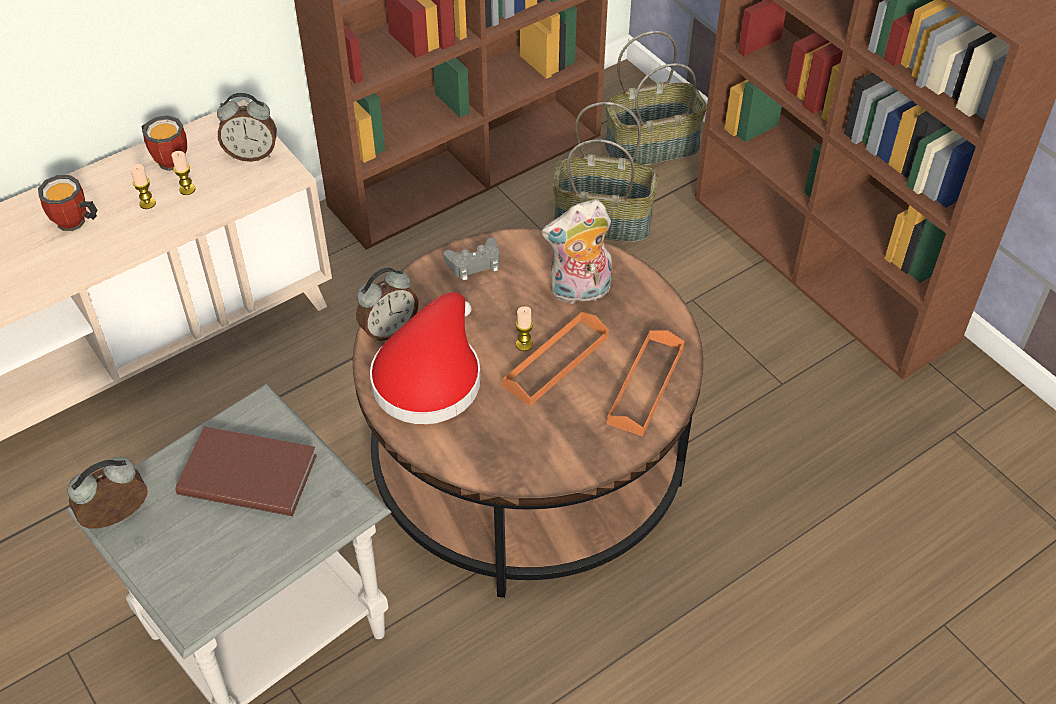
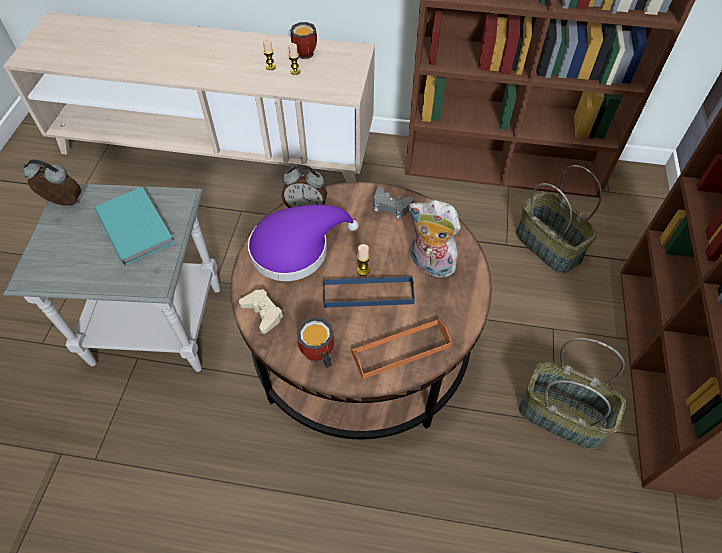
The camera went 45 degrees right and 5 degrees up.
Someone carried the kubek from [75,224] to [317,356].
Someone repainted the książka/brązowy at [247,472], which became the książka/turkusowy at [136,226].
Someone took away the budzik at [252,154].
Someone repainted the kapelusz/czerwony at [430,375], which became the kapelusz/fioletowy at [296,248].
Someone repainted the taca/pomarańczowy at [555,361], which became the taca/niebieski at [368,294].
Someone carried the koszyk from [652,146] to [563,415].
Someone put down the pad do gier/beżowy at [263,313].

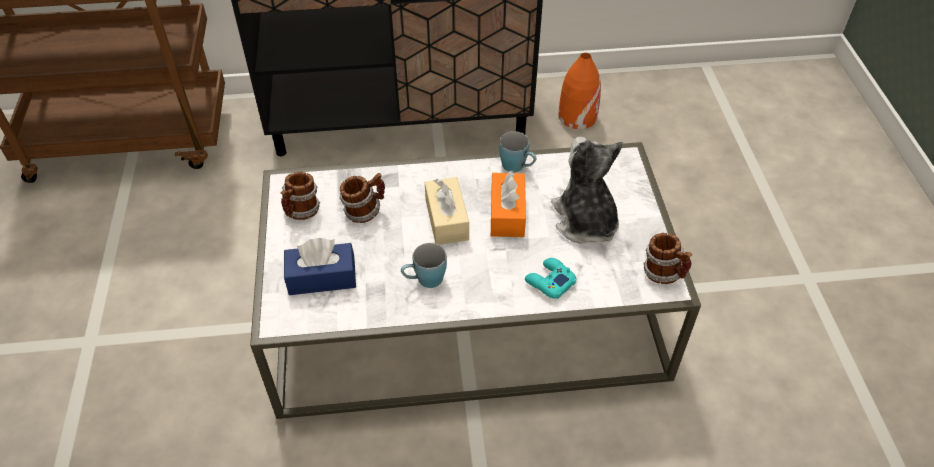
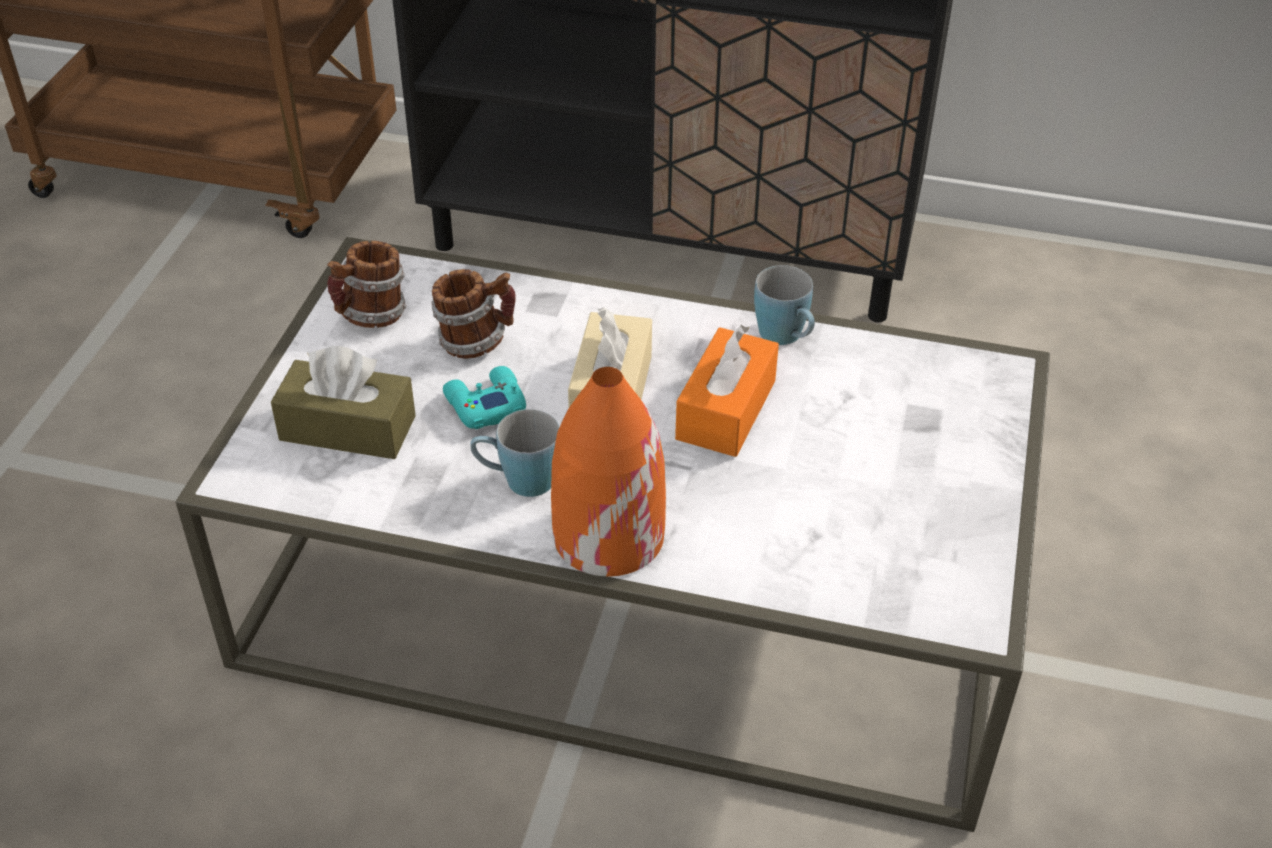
The camera went 20 degrees right and 5 degrees down.
Someone repainted the pudełko chusteczek/niebieski at [322,278], which became the pudełko chusteczek/brązowy at [347,428].
Someone carried the pad do gier/turkusowy from [549,282] to [485,404].
Someone took away the pluszak at [585,221].
Someone carried the wazon/pomarańczowy from [577,116] to [607,535].
Someone took away the kubek at [664,274].

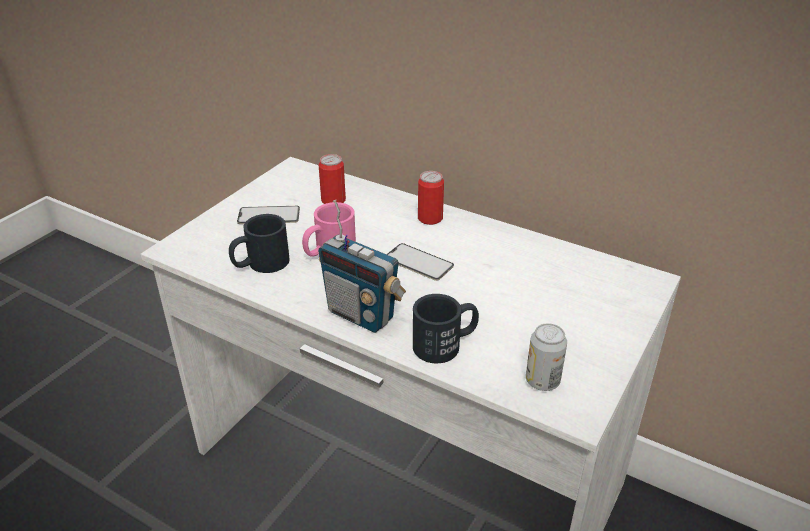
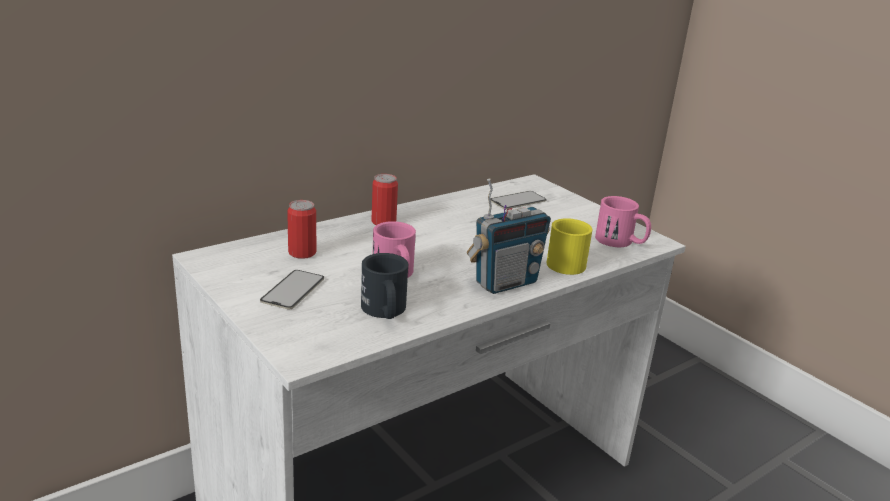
The camera went 70 degrees left and 10 degrees down.
Someone carried the telefon from [418,262] to [518,200].
Someone repainted the kubek/czarny at [445,344], which became the kubek/żółty at [564,261].
Someone swapped the puszka at [542,381] for the kubek/różowy at [621,242].

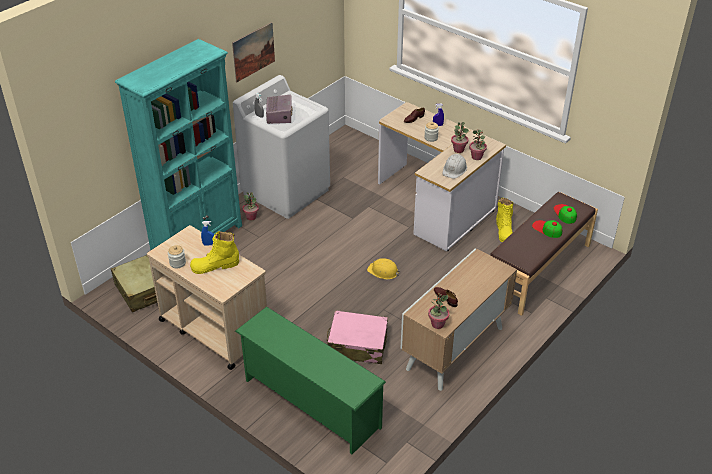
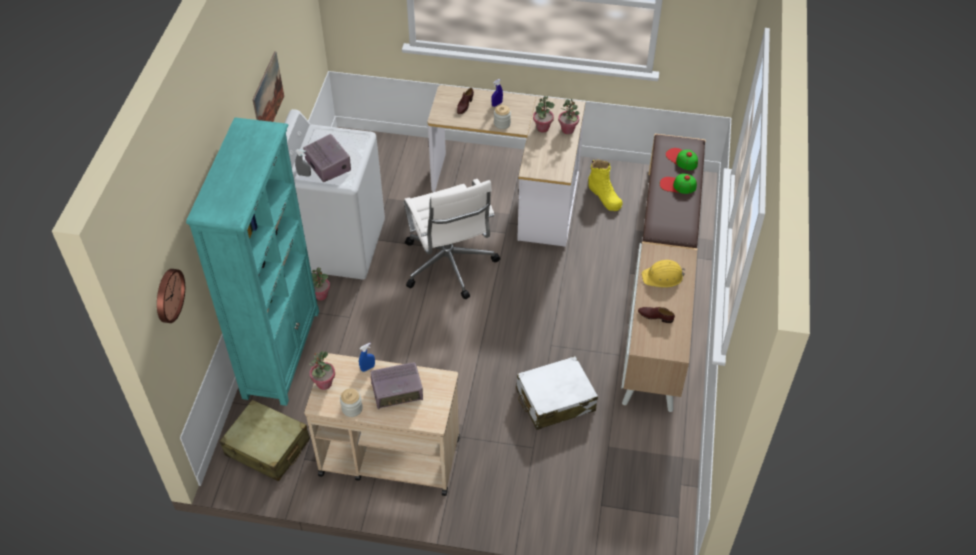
The camera went 30 degrees left and 10 degrees up.
Someone swapped the but z cholewką/żółty at [215,265] for the radio at [397,392].
Someone took away the regał na buty/zielony at [309,404].
Someone repainted the walizka/różowy at [357,345], which became the walizka/biały at [555,400].
Someone carried the kask/żółty from [383,271] to [663,277].
Someone carried the roślina doniczkowa from [437,324] to [324,383].
Someone took away the kask/biały at [454,169].
Someone put up the zegar ścienny at [168,295].
Someone put down the krzesło biurowe/biały at [449,266].

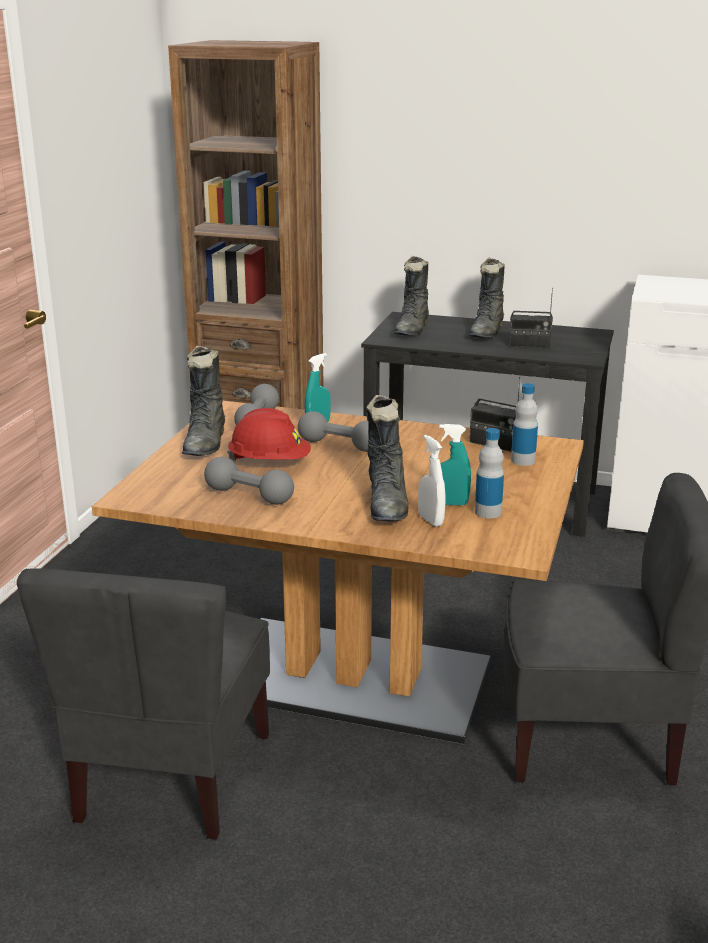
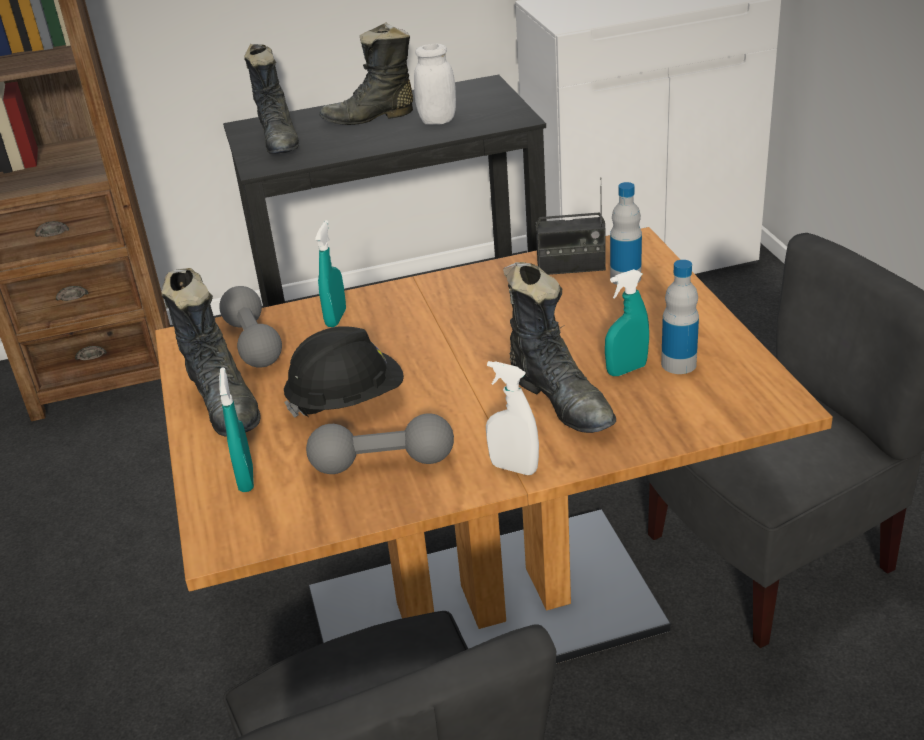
The camera went 30 degrees left and 10 degrees up.
Someone repainted the kask/czerwony at [270,462], which became the kask/czarny at [347,400].
Someone took away the hantel/szary at [339,445].
Someone carried the spryskiwacz/biały from [430,520] to [514,468].
Someone rotated the but z cholewką/czarny at [487,332] by 90 degrees clockwise.
Someone swapped the radio at [529,345] for the słoik/biały at [437,121].
Someone put down the spryskiwacz/turkusowy at [246,479].

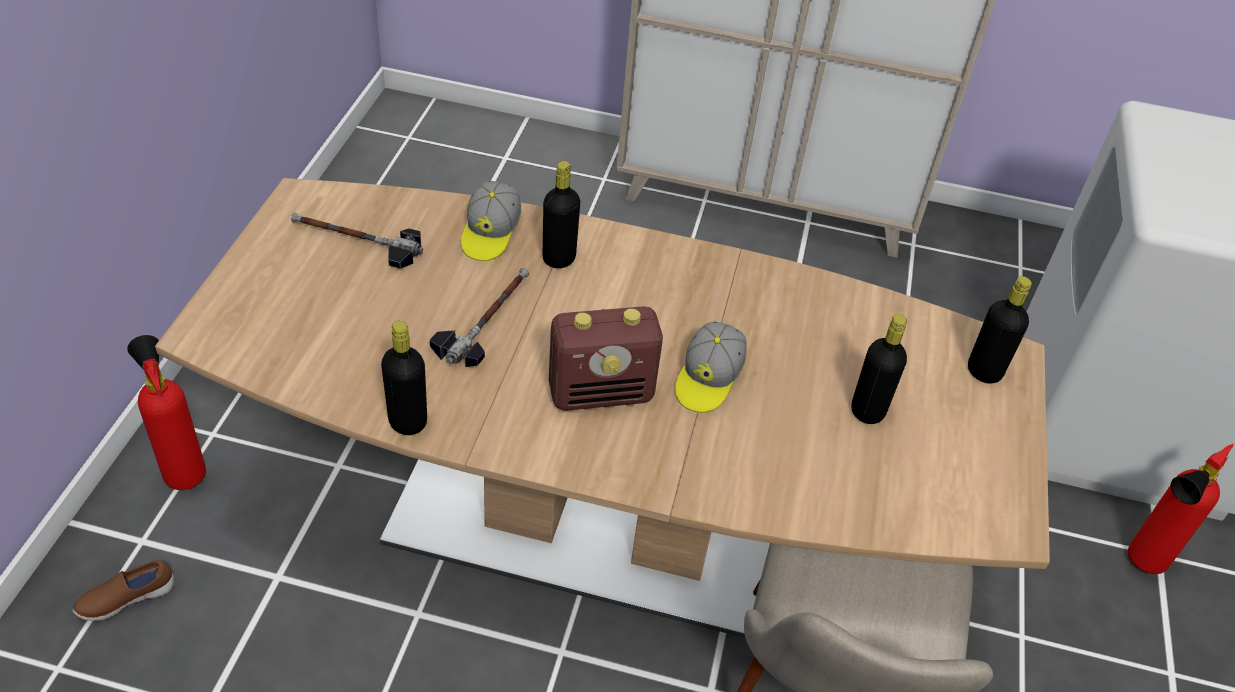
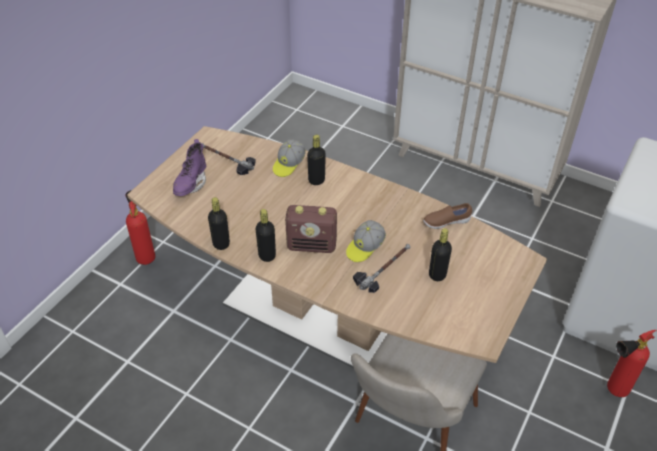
The camera went 20 degrees right and 0 degrees up.
Someone carried the but/brązowy from [126,599] to [446,222].
Someone carried the młotek from [487,319] to [384,268].
Someone carried the butelka/czarny from [984,371] to [267,255].
Someone put down the but z cholewką/fioletowy at [191,184].

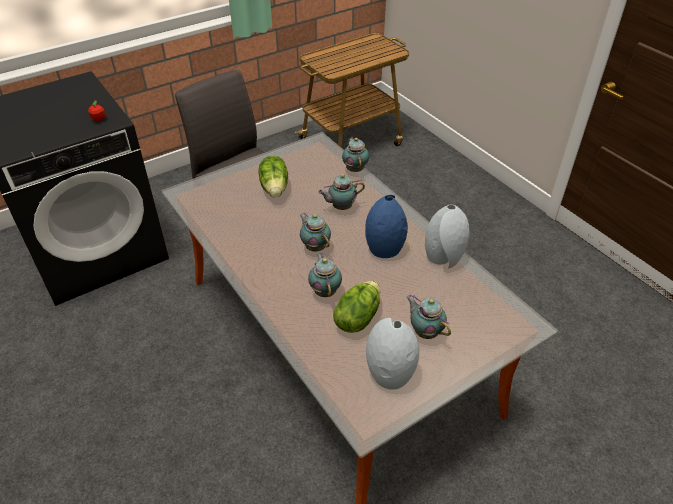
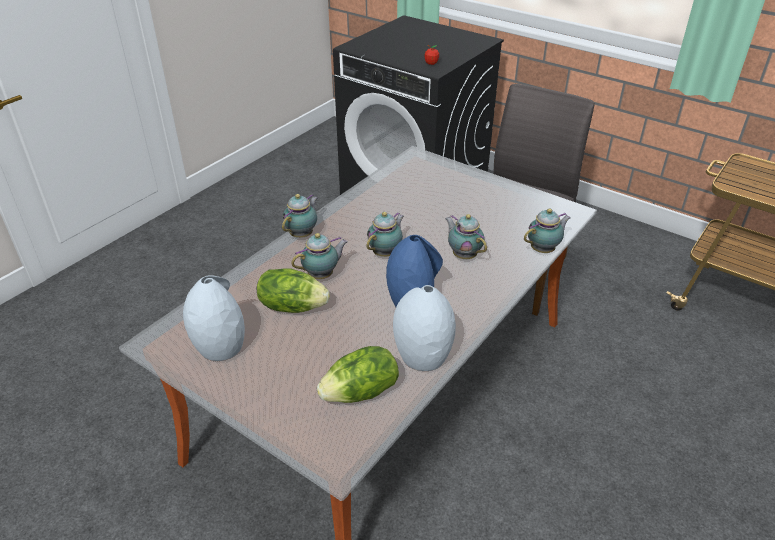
The camera went 70 degrees right and 5 degrees down.
Someone carried the sałata from [275,188] to [361,393].
Someone carried the imbryk from [425,331] to [302,234].

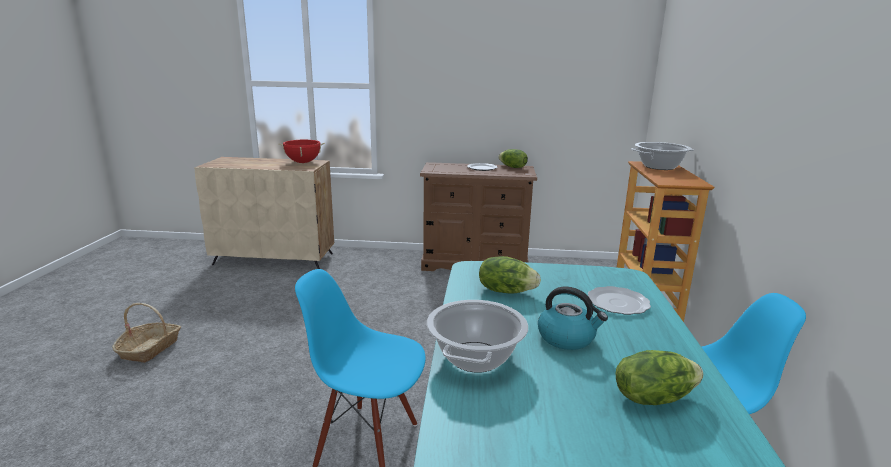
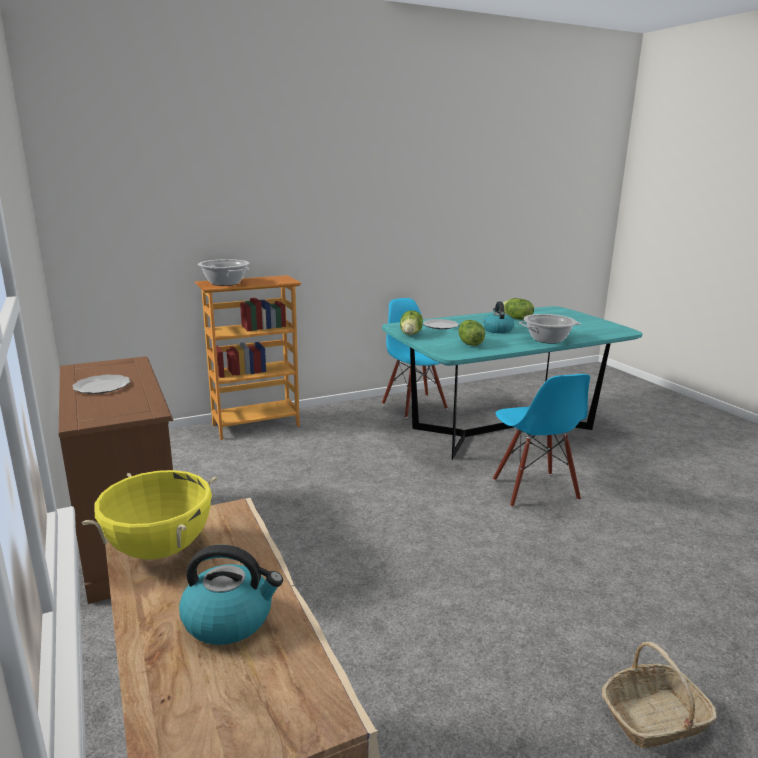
The camera went 120 degrees left and 0 degrees up.
Someone repainted the garnek/czerwony at [303,162], which became the garnek/żółty at [160,549].
Someone carried the sałata from [512,167] to [411,334].
Someone put down the czajnik at [230,619].

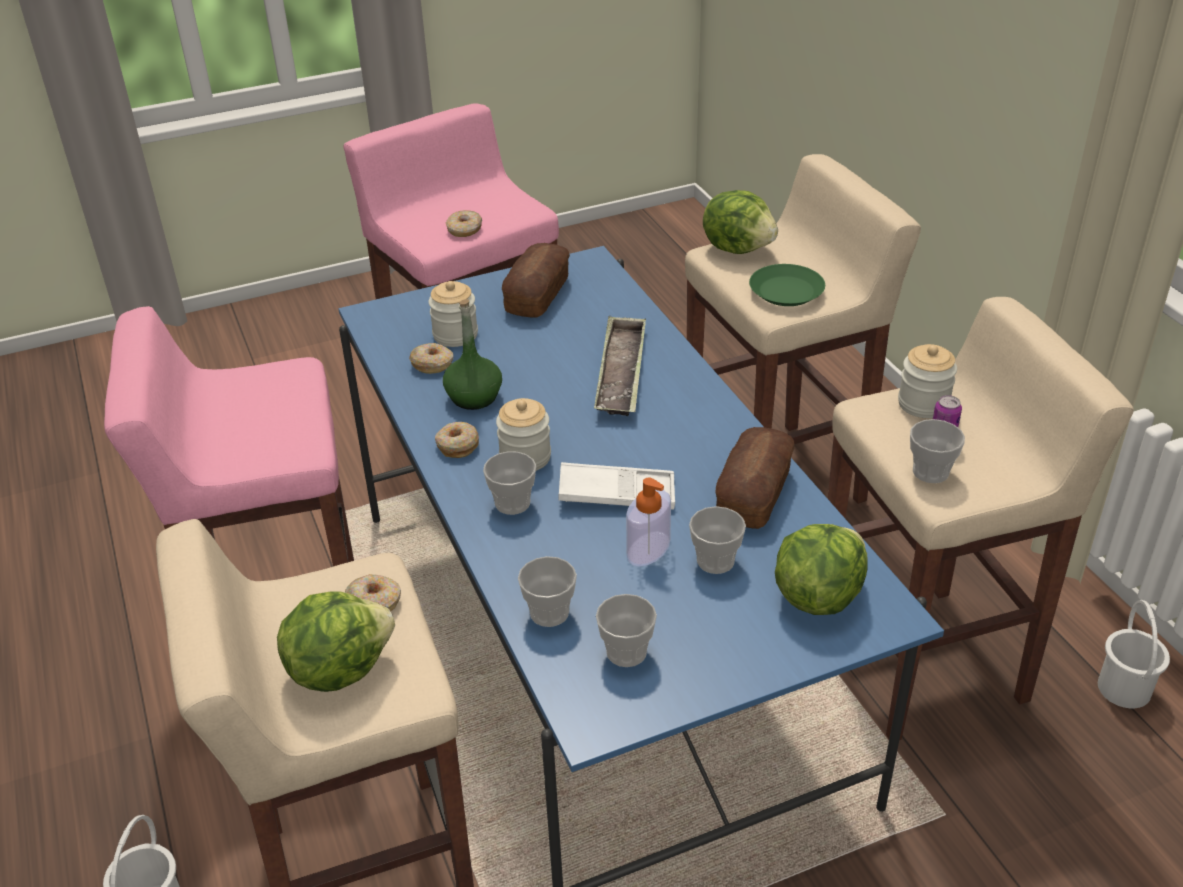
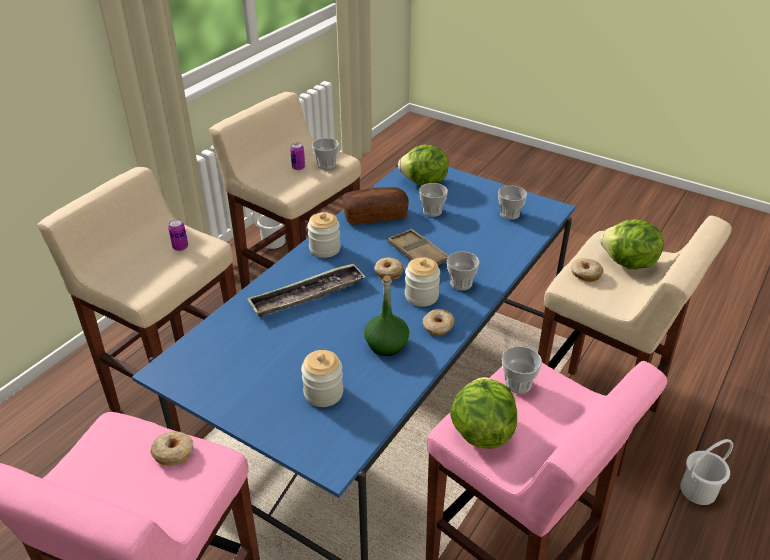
The camera went 125 degrees left and 0 degrees up.
Someone carried the donut from [432,364] to [388,273].
Someone took away the chleb at [537,295].
Someone carried the filiżanka from [549,613] to [518,384].
Someone repainted the taca/biały at [617,493], which became the taca/brązowy at [417,254].
Someone took away the dozownik mydła at [648,549].
Someone carried the sałata from [738,248] to [481,431].
Someone swapped the talerz/zielony at [787,291] for the puszka at [180,247].
Someone carried the słoik from [923,404] to [324,249].

